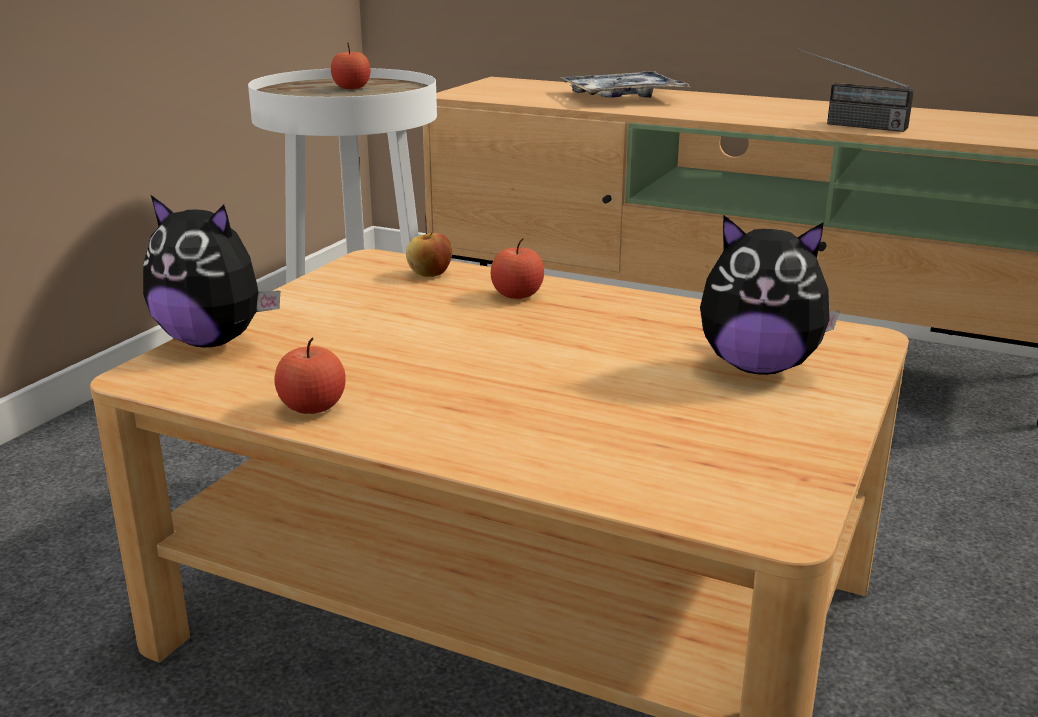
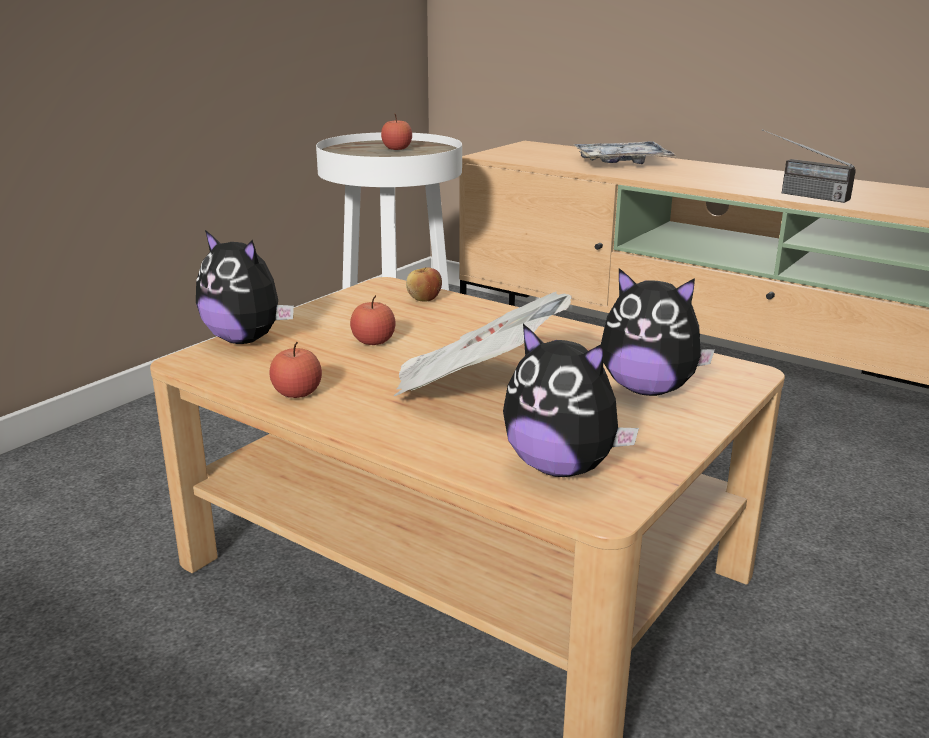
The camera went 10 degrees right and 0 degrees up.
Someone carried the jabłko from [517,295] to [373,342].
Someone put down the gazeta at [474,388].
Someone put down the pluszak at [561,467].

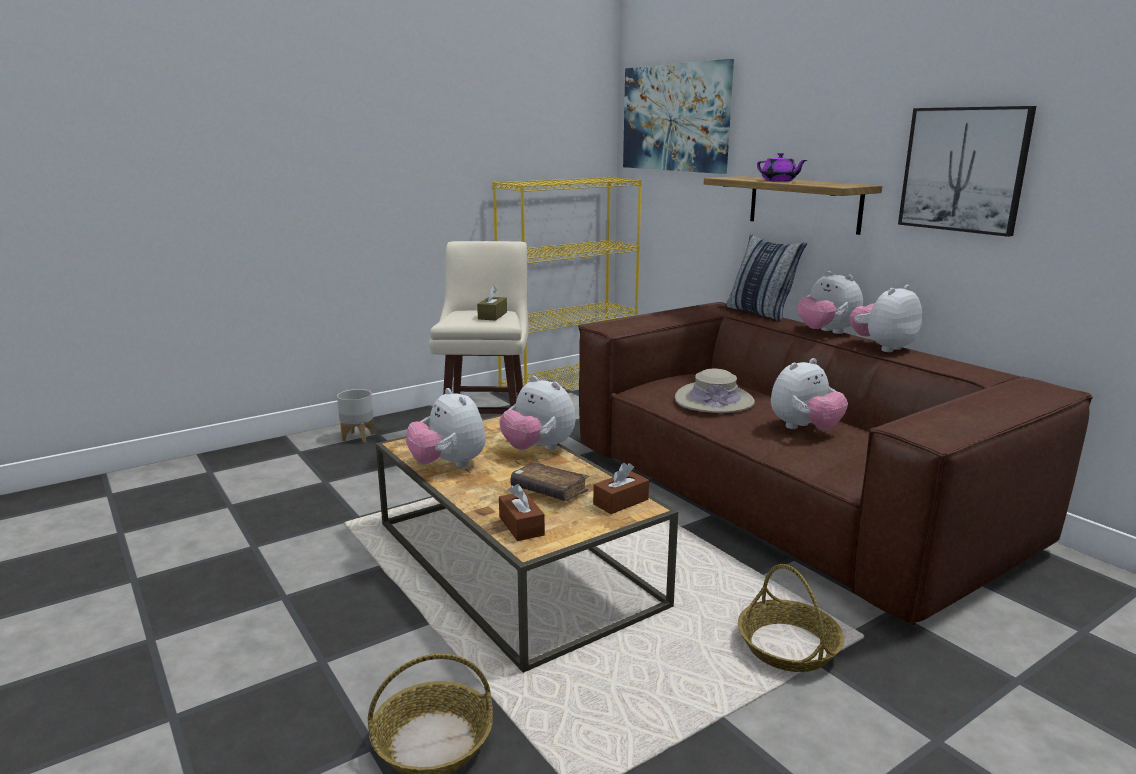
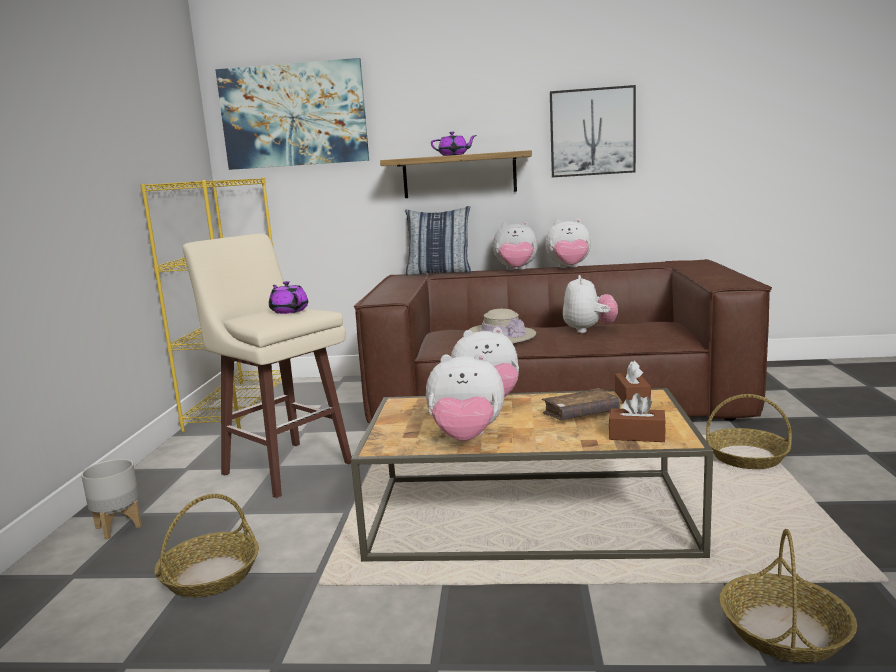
The camera went 50 degrees left and 5 degrees down.
Someone swapped the pudełko chusteczek/brązowy at [492,315] for the imbryk/fioletowy at [289,311].
Someone rotated the pluszak at [882,347] by 90 degrees counterclockwise.
Someone put down the koszyk at [211,575].

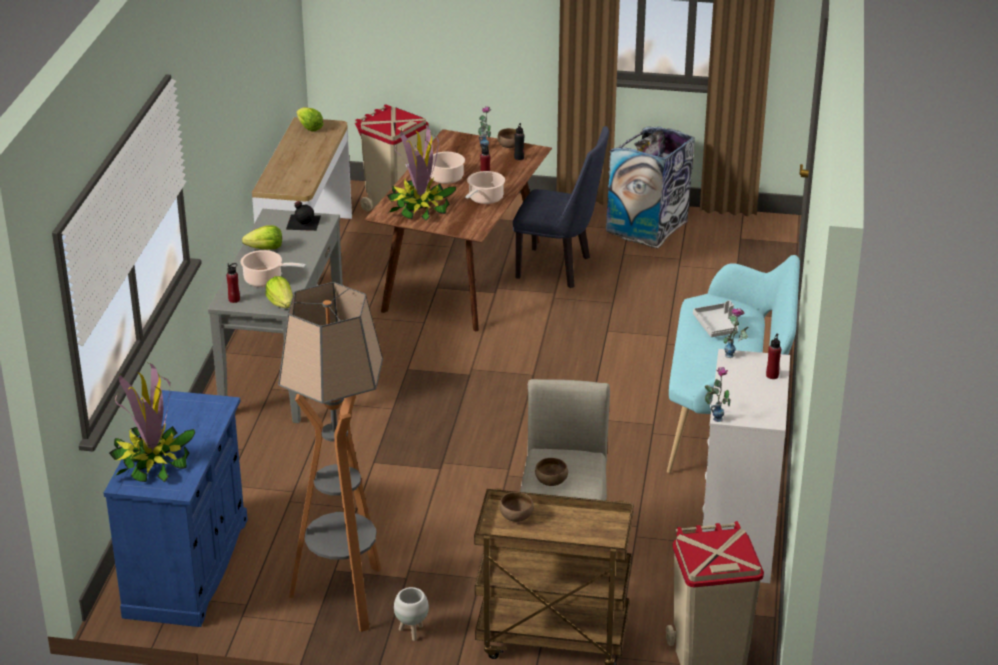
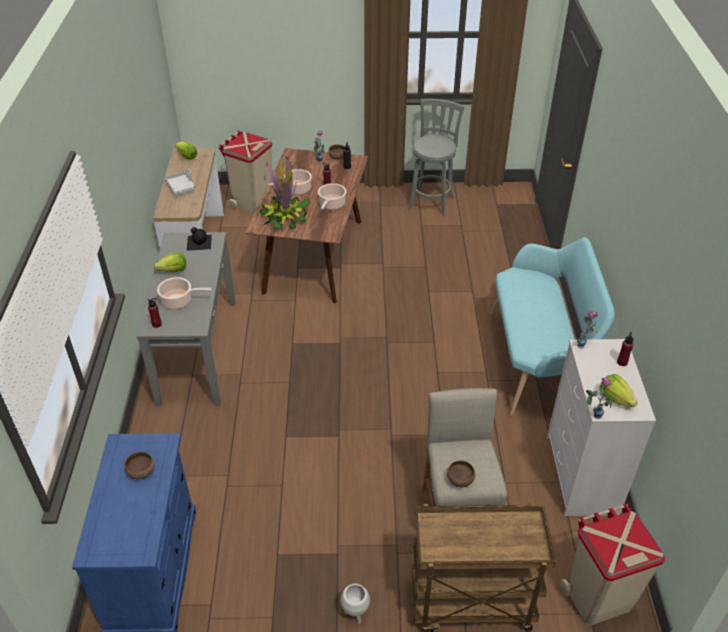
The camera went 10 degrees left and 10 degrees up.
Someone took away the roślina doniczkowa at [152,462].
Someone carried the sałata from [281,304] to [615,398].
Someone took away the lampa stojąca at [344,597].
Someone carried the miska/brązowy from [517,516] to [142,471].
Someone took away the krzesło/niebieski at [560,268].
Someone swapped the kosz na śmieci at [647,227] for the stołek/szary at [431,201].
Someone carried the taca/szary from [717,326] to [182,187].

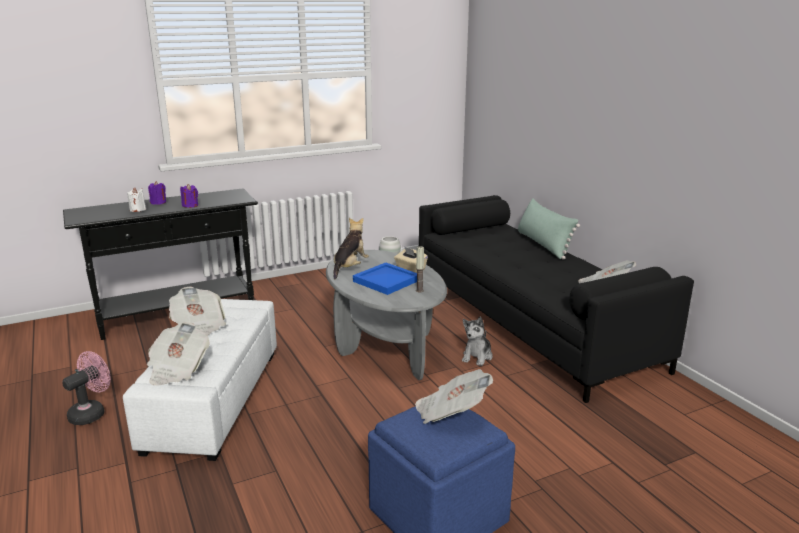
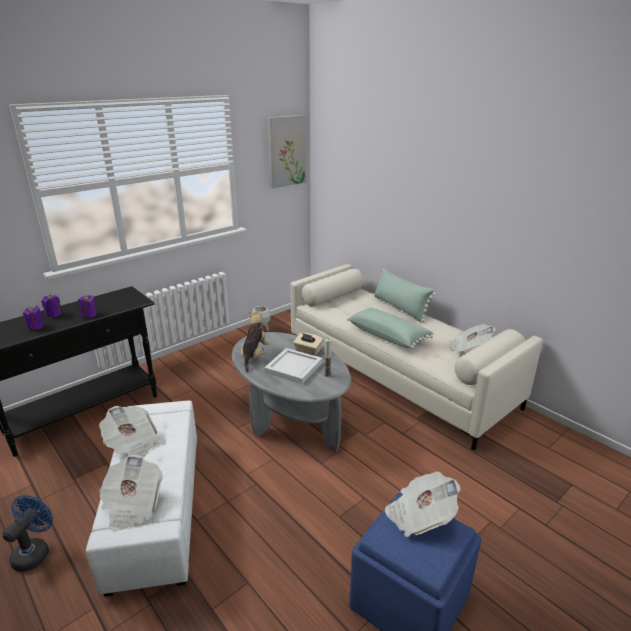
The camera went 15 degrees left and 5 degrees up.
Someone repainted the wentylator/różowy at [91,413], which became the wentylator/niebieski at [35,552].
Someone repainted the świeca/biały at [138,210], which became the świeca/fioletowy at [36,327].
Someone repainted the taca/niebieski at [387,281], which became the taca/biały at [294,367].
Someone repainted the kanapa/czarny at [530,321], which became the kanapa/beżowy at [397,373].
Someone took away the pluszak at [477,356].
Someone put up the obraz at [286,151].
Someone put down the poduszka/zielony at [388,336].

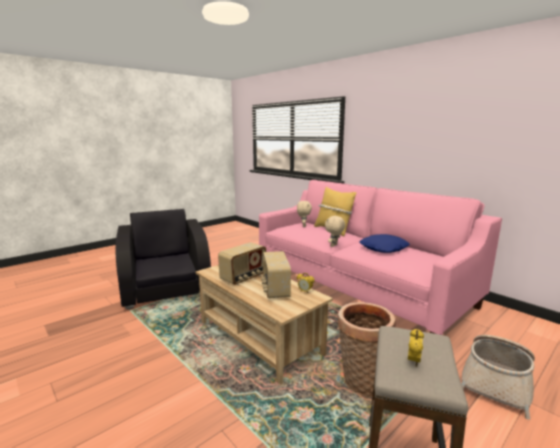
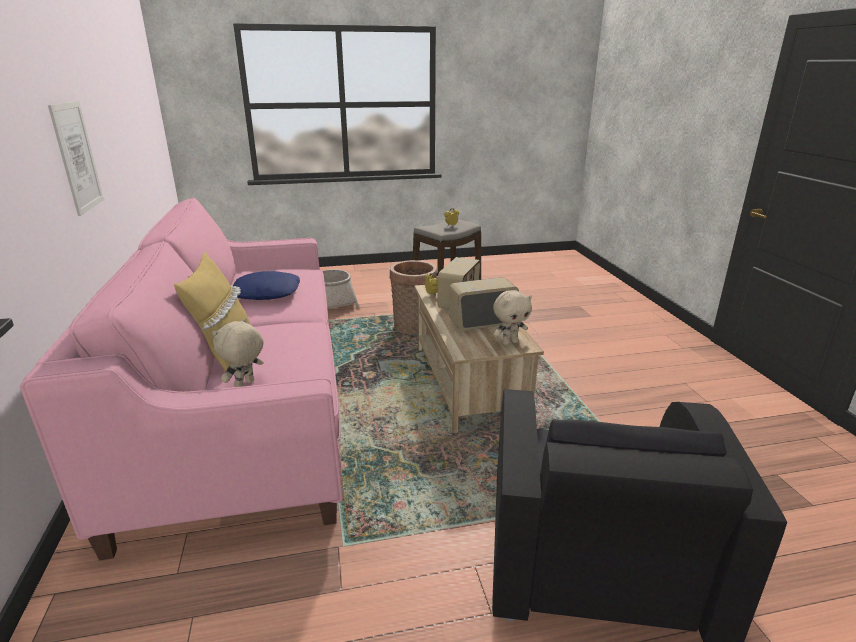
The camera went 150 degrees left and 10 degrees up.
Someone carried the pluszak/beżowy from [334,246] to [510,342].
Someone put up the obraz at [77,157].

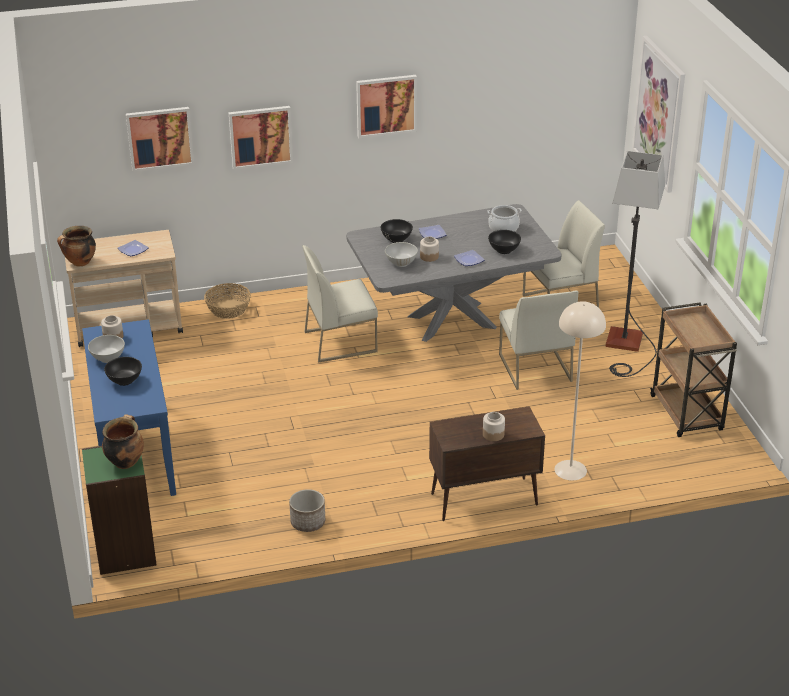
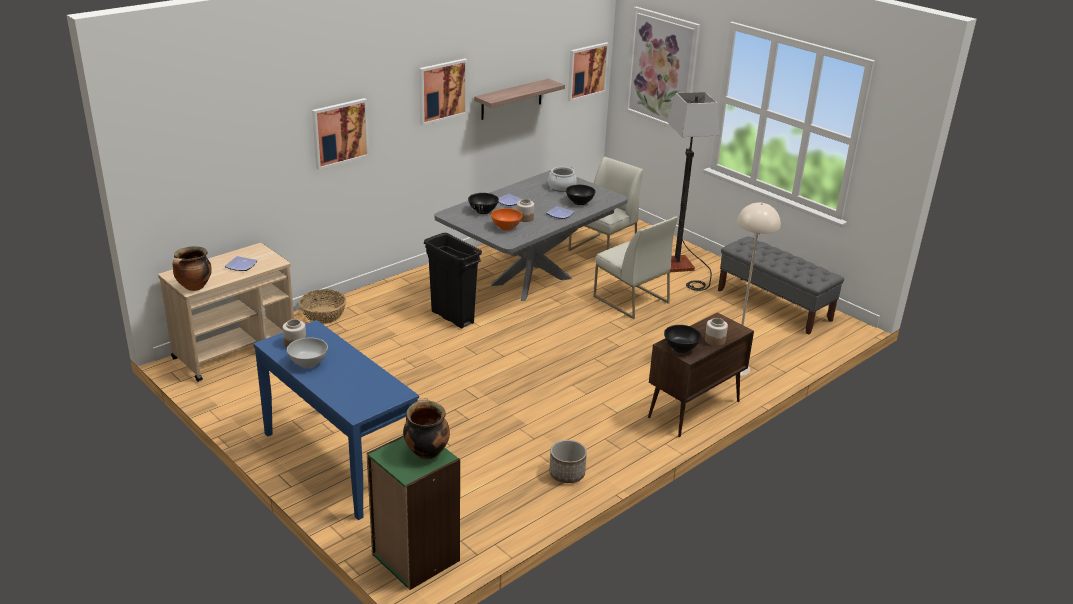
The camera went 30 degrees left and 5 degrees down.
Someone carried the miska/czarny from [125,380] to [681,348].
Someone carried the obraz from [160,138] to [587,71].
Someone swapped the krzesło/biały at [341,341] for the kosz na śmieci/czarny at [452,317].
Someone repainted the miska/biały at [401,262], which became the miska/pomarańczowy at [506,227].
Someone swapped the wózek/brązowy at [687,414] for the ławka/szary at [774,305].
Someone put up the półka at [511,99].

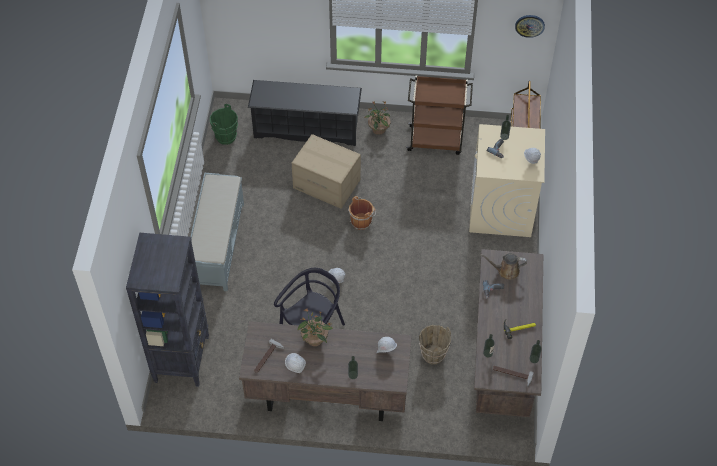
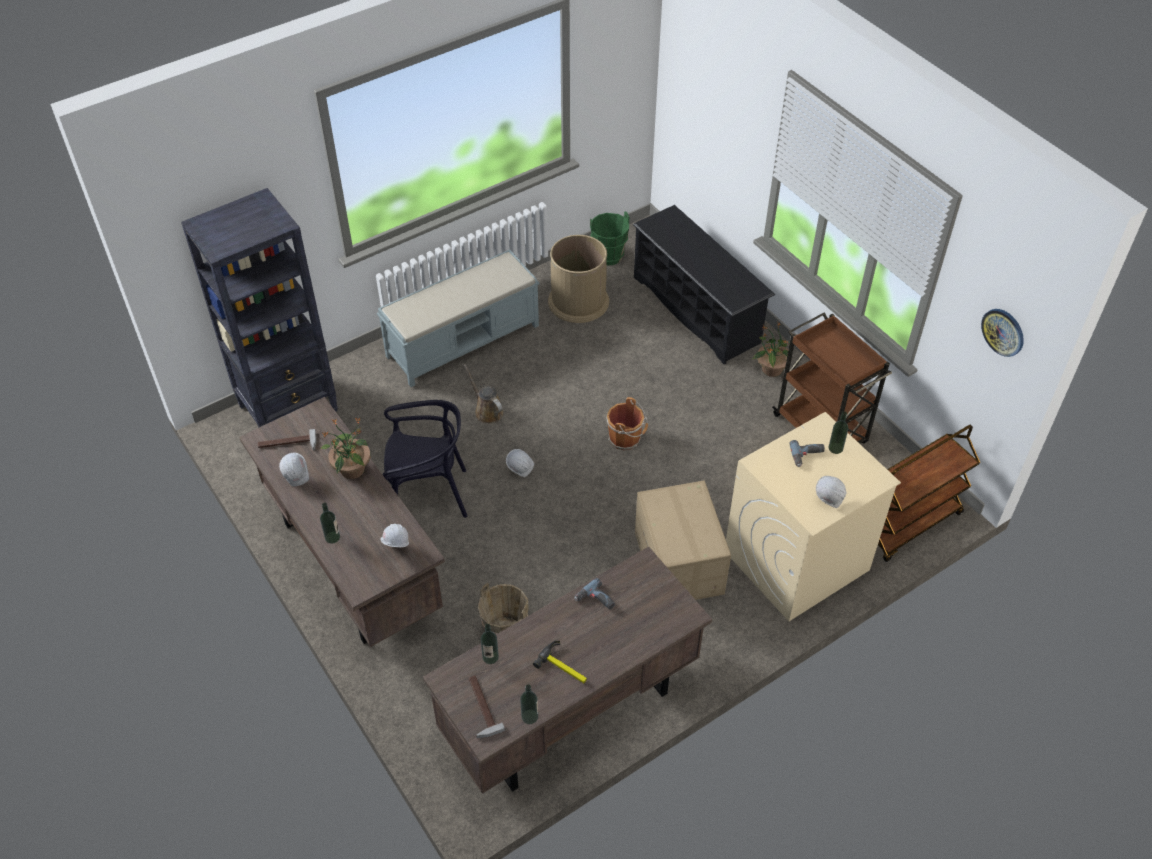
The camera went 50 degrees right and 5 degrees down.
Someone carried the karton from [327,183] to [679,563].
Someone carried the konewka/brązowy from [506,271] to [487,410].
Someone put down the kosz na śmieci/brązowy at [578,301].

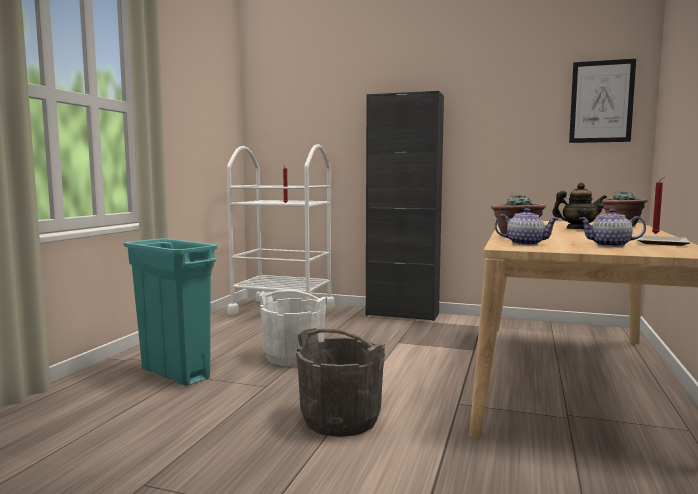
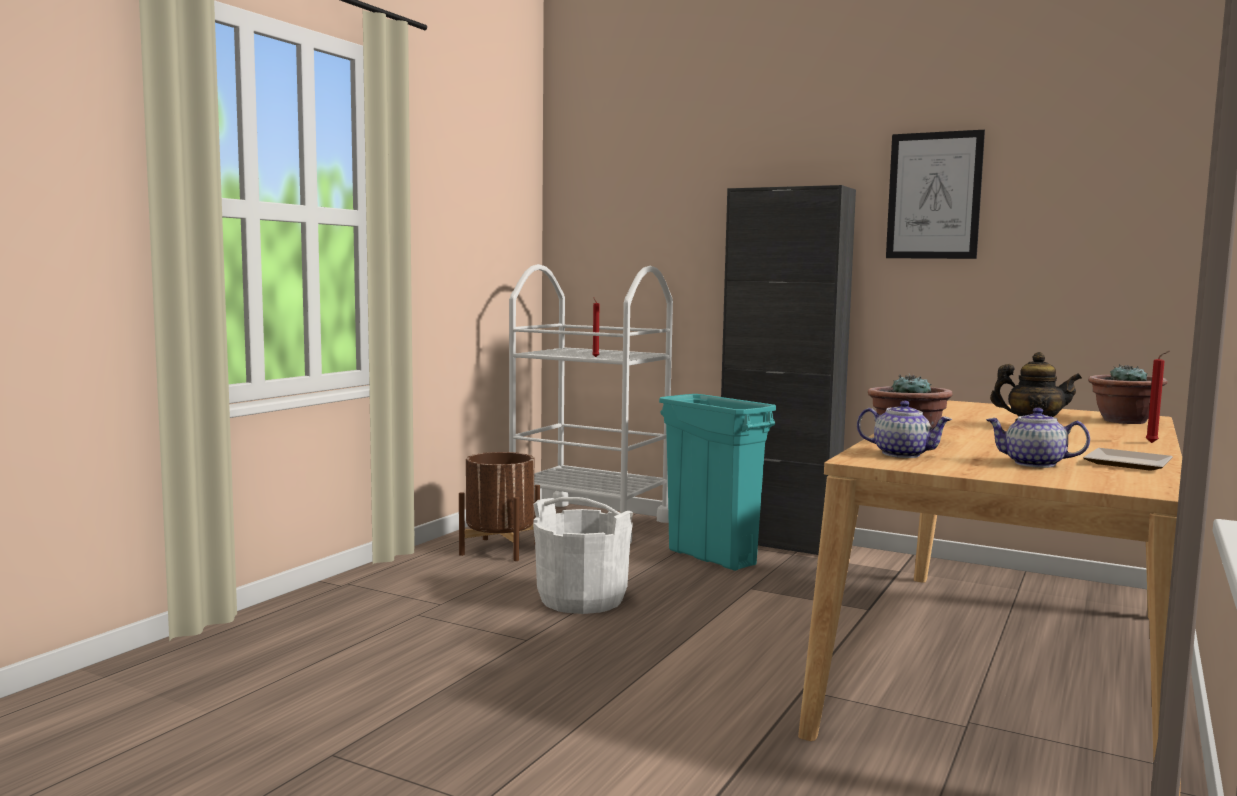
The camera went 10 degrees right and 0 degrees up.
Someone carried the kosz na śmieci/turkusowy from [176,374] to [712,558].
Someone took away the wiadro/szary at [341,419].
Someone carried the obraz from [601,102] to [934,195].
Someone put down the donica/brązowy at [500,549].

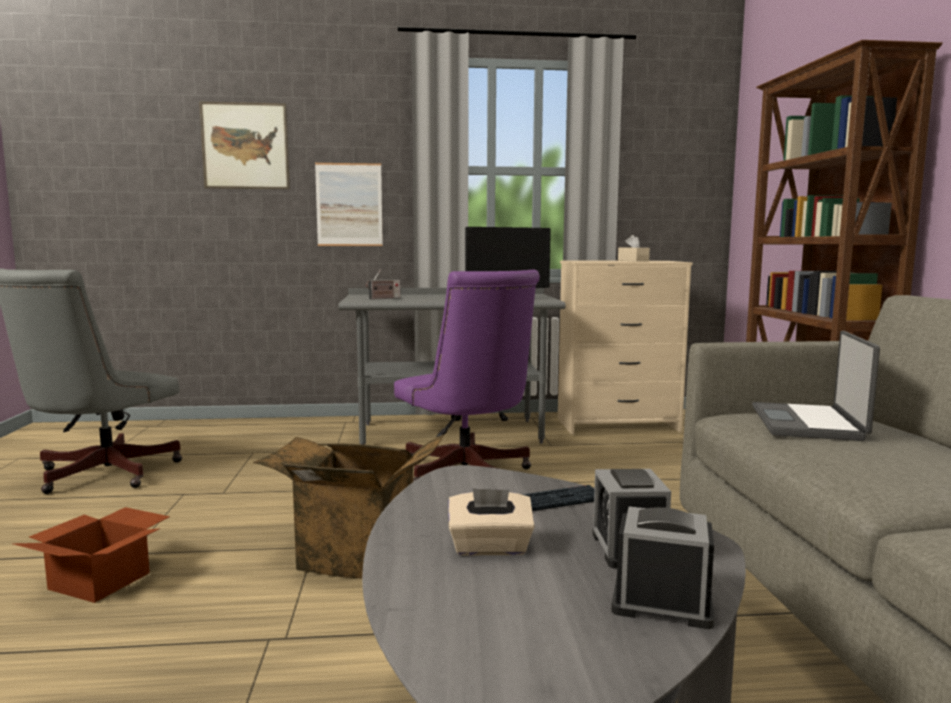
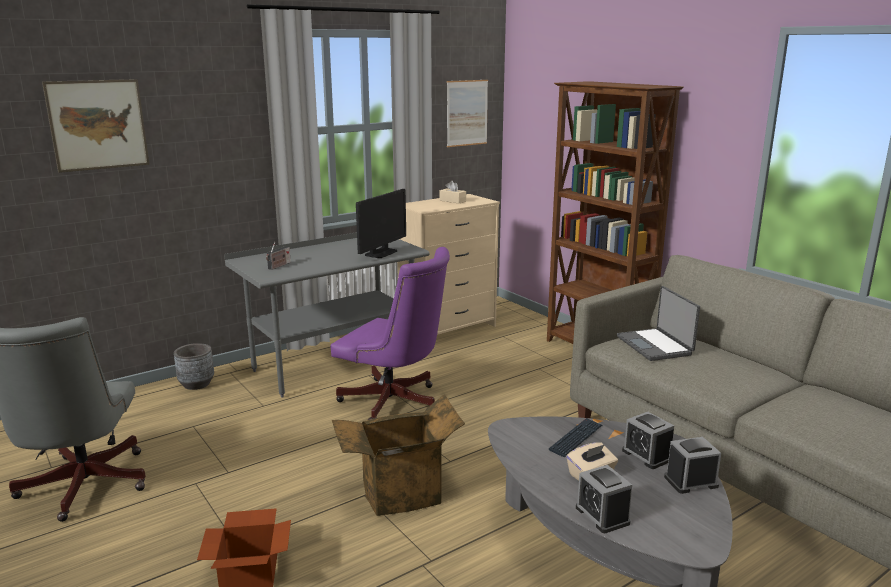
The camera went 30 degrees left and 10 degrees up.
Someone carried the obraz from [349,205] to [467,113].
Someone put down the donica/szary at [196,384].
Someone put down the budzik at [602,515].

